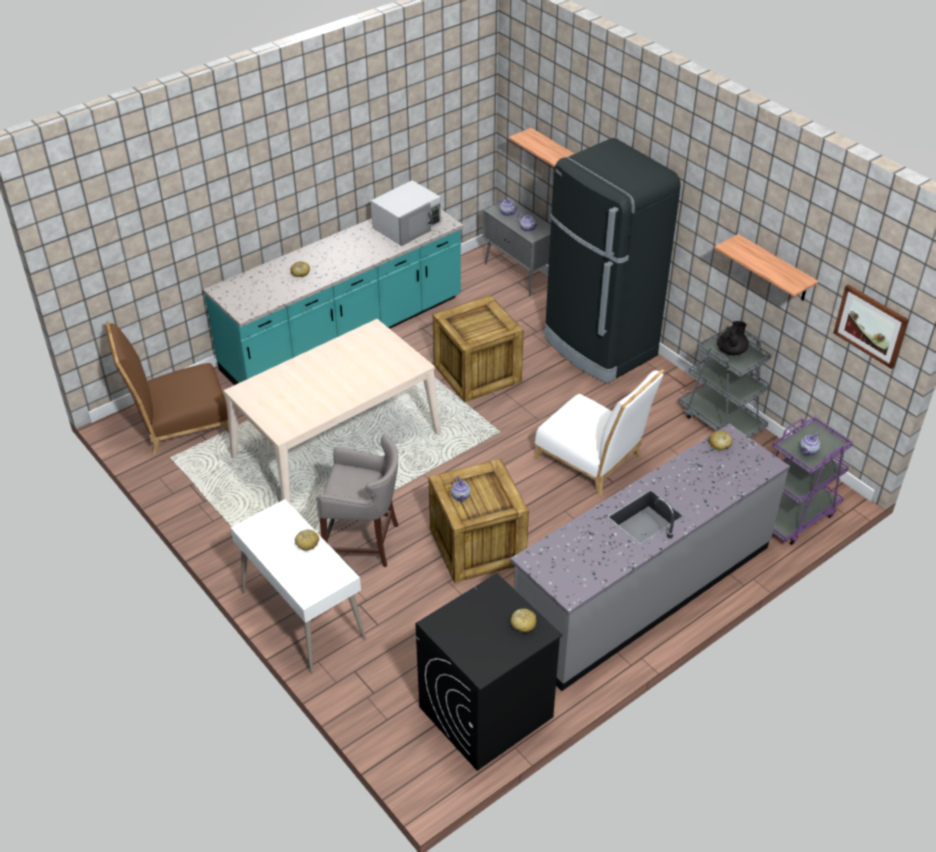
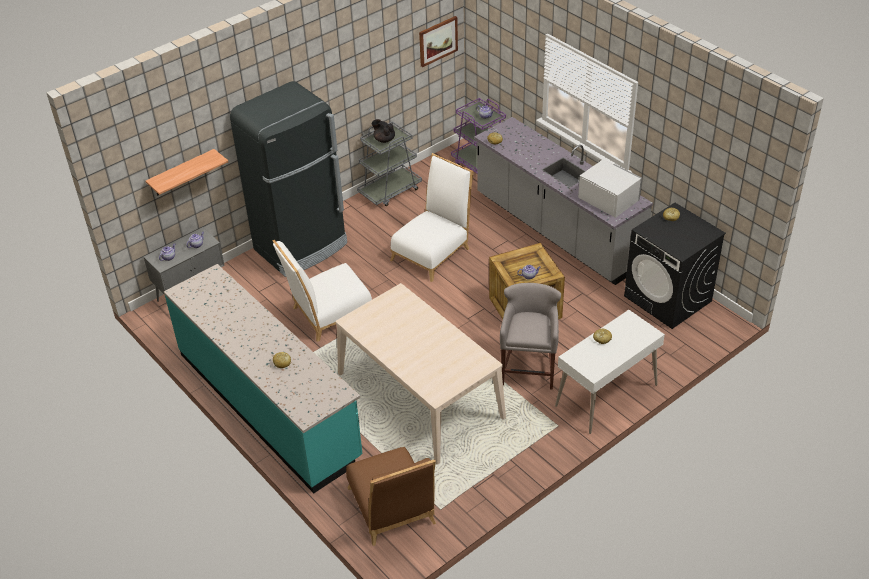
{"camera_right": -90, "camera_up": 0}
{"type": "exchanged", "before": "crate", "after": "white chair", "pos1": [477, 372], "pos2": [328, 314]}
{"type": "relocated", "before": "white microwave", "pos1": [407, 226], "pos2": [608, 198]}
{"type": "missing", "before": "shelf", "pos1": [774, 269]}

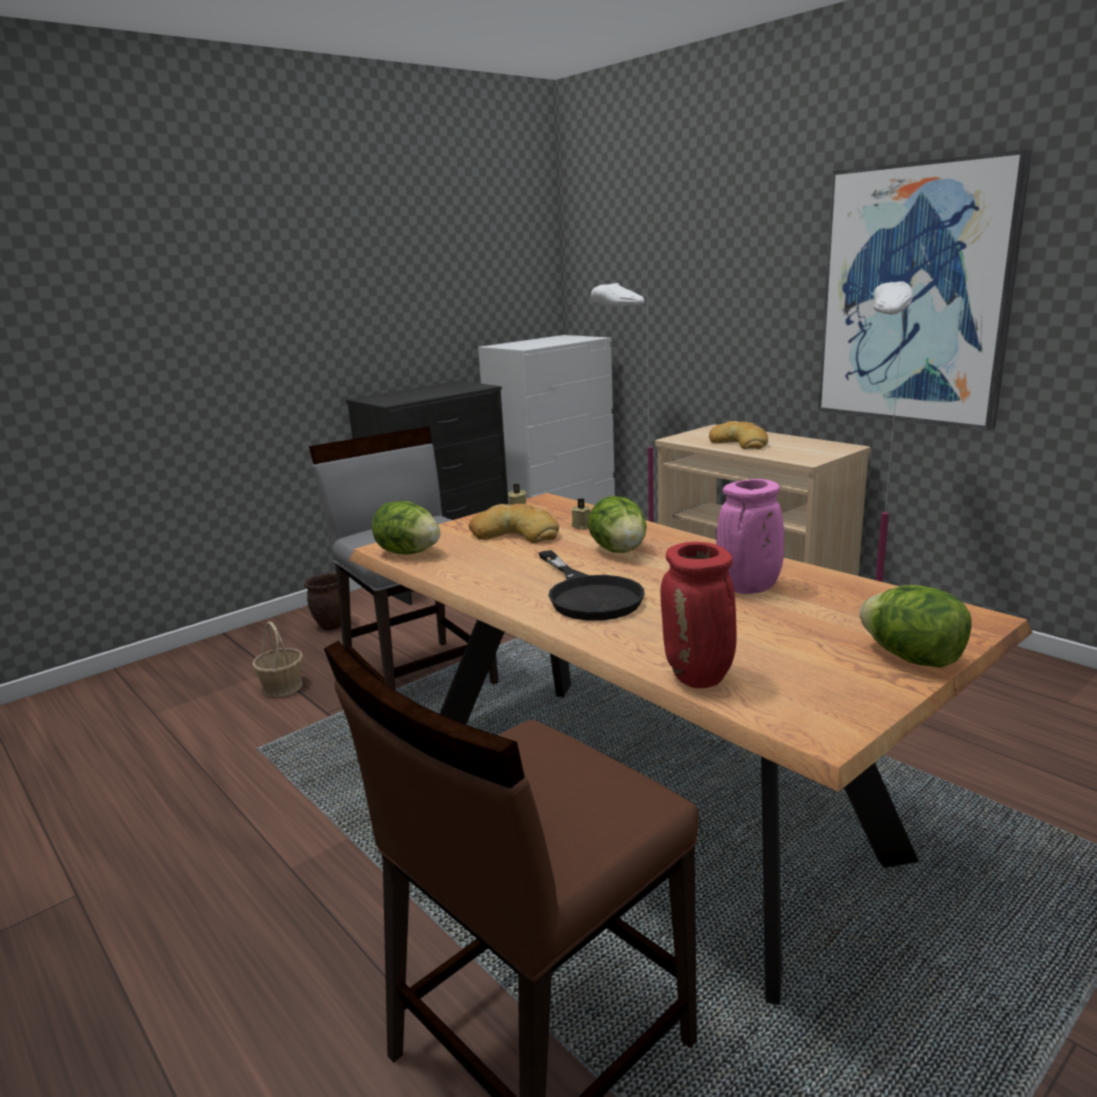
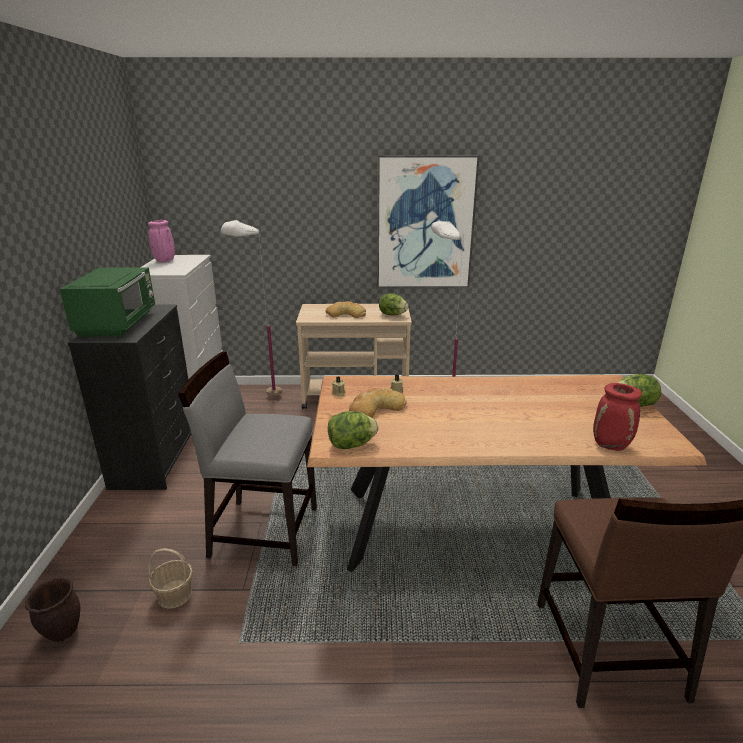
{"camera_right": -50, "camera_up": 5}
{"type": "relocated", "before": "brown planter", "pos1": [332, 625], "pos2": [62, 631]}
{"type": "appeared", "after": "green microwave", "pos2": [118, 324]}
{"type": "relocated", "before": "pink vase", "pos1": [748, 589], "pos2": [164, 261]}
{"type": "relocated", "before": "lettuce", "pos1": [619, 551], "pos2": [392, 315]}
{"type": "missing", "before": "black frying pan", "pos1": [589, 595]}

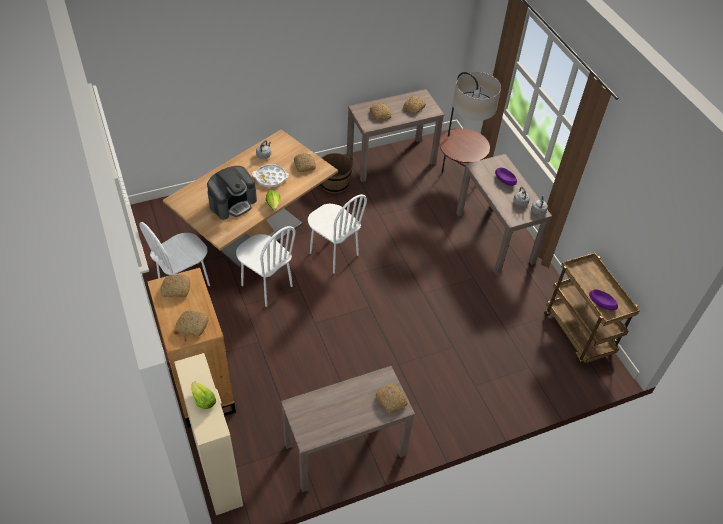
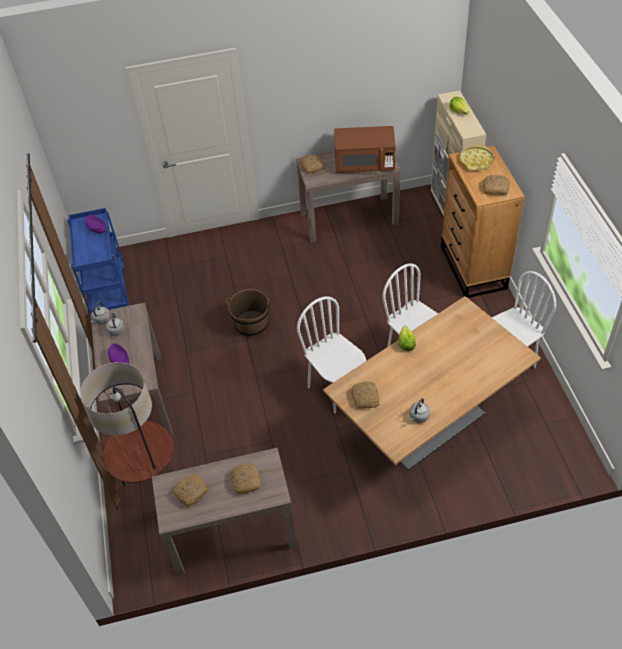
{"camera_right": -165, "camera_up": 0}
{"type": "colour", "before": "brown cart", "after": "blue cart", "pos1": [579, 334], "pos2": [108, 291]}
{"type": "relocated", "before": "brown bucket", "pos1": [334, 183], "pos2": [251, 324]}
{"type": "appeared", "after": "brown microwave", "pos2": [364, 164]}
{"type": "exchanged", "before": "bread", "after": "yellow tray", "pos1": [192, 326], "pos2": [476, 161]}
{"type": "missing", "before": "coffee machine", "pos1": [233, 203]}
{"type": "missing", "before": "white tray", "pos1": [270, 178]}

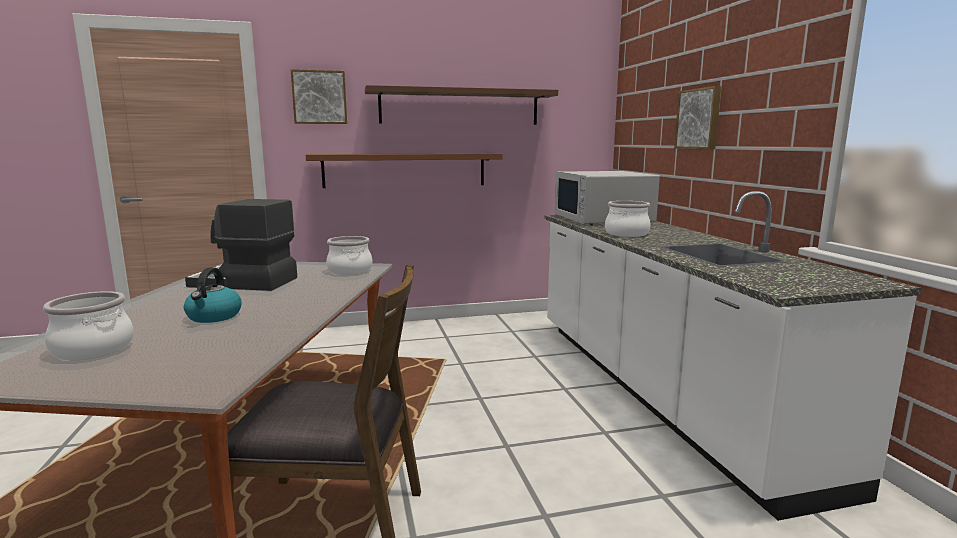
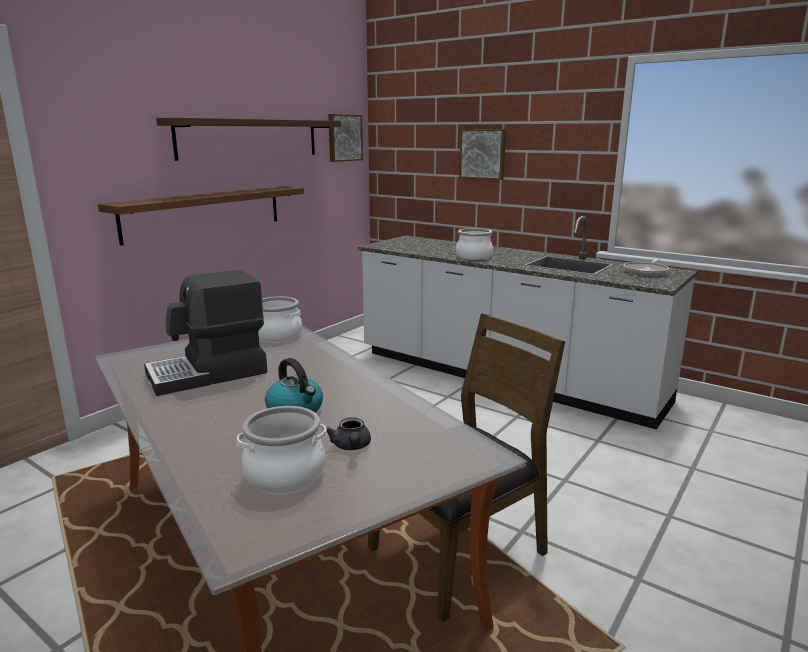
{"camera_right": -40, "camera_up": 5}
{"type": "appeared", "after": "grey teapot", "pos2": [351, 447]}
{"type": "relocated", "before": "picture", "pos1": [319, 97], "pos2": [344, 138]}
{"type": "appeared", "after": "frying pan", "pos2": [646, 272]}
{"type": "missing", "before": "white microwave", "pos1": [602, 219]}

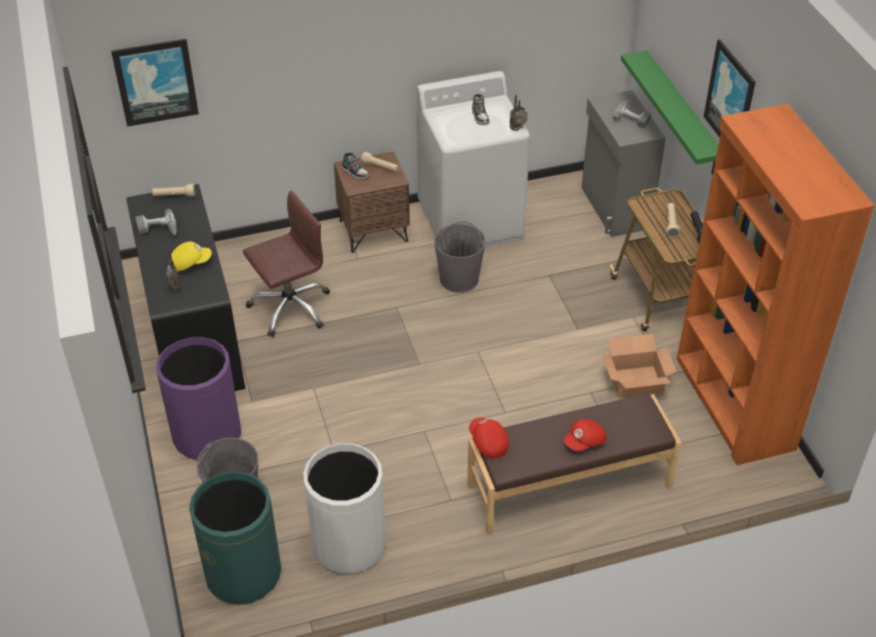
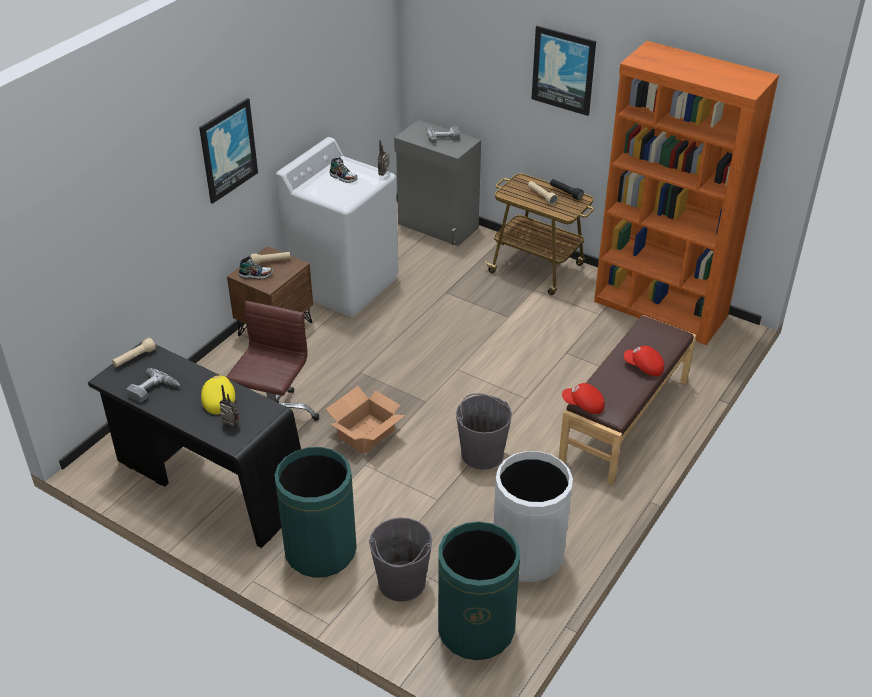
{"camera_right": -40, "camera_up": -5}
{"type": "relocated", "before": "picture", "pos1": [155, 81], "pos2": [228, 150]}
{"type": "spun", "before": "yellow cap", "pos1": [190, 263], "pos2": [218, 400], "turn": -45}
{"type": "colour", "before": "purple trash can", "after": "green trash can", "pos1": [207, 435], "pos2": [320, 551]}
{"type": "relocated", "before": "cardboard box", "pos1": [635, 381], "pos2": [365, 434]}
{"type": "relocated", "before": "grey bucket", "pos1": [459, 278], "pos2": [482, 453]}
{"type": "spun", "before": "red cap", "pos1": [585, 442], "pos2": [643, 367], "turn": 105}
{"type": "missing", "before": "green shelf", "pos1": [682, 113]}

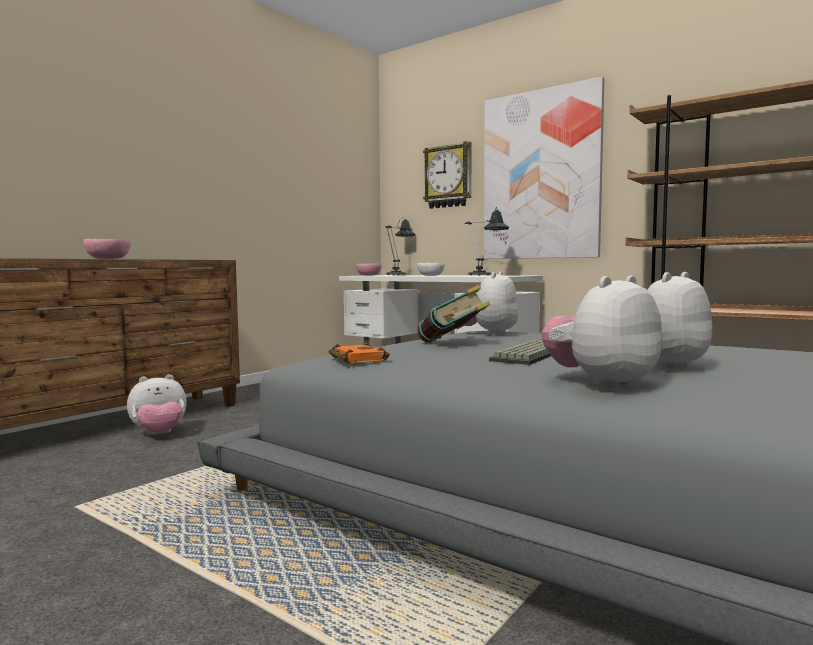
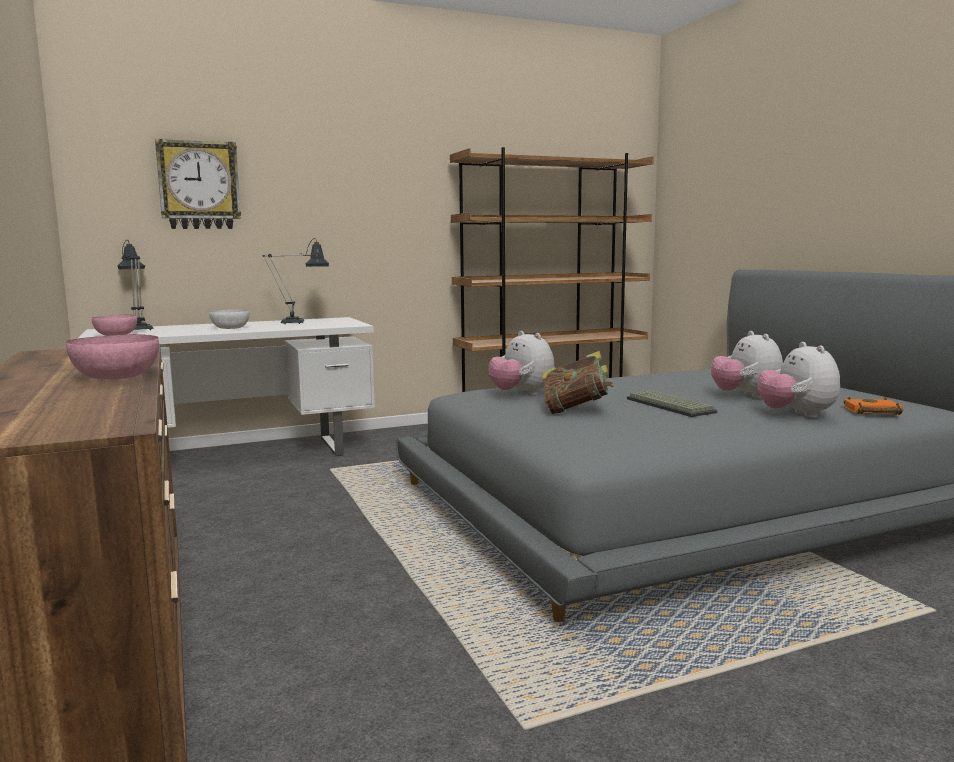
{"camera_right": -60, "camera_up": 5}
{"type": "relocated", "before": "orange book", "pos1": [355, 359], "pos2": [871, 411]}
{"type": "missing", "before": "plush toy", "pos1": [159, 435]}
{"type": "missing", "before": "picture", "pos1": [540, 175]}

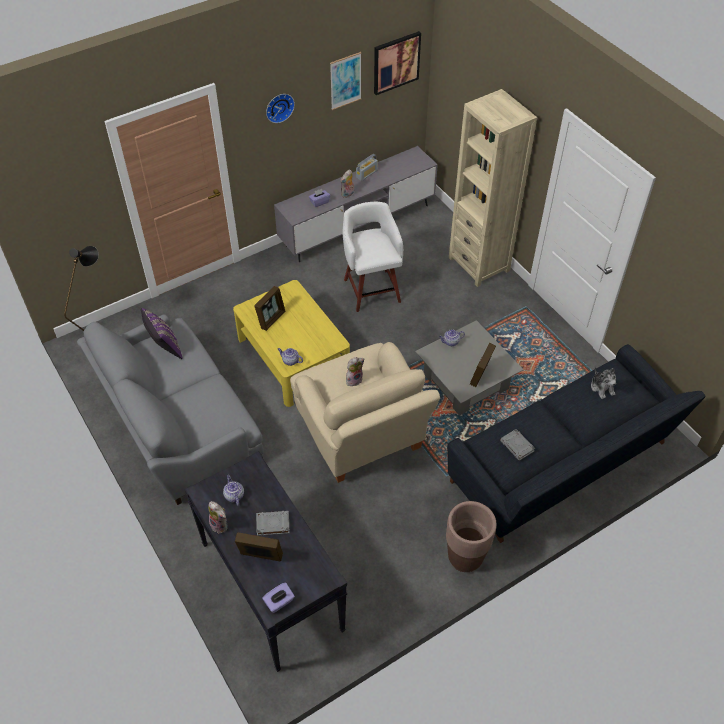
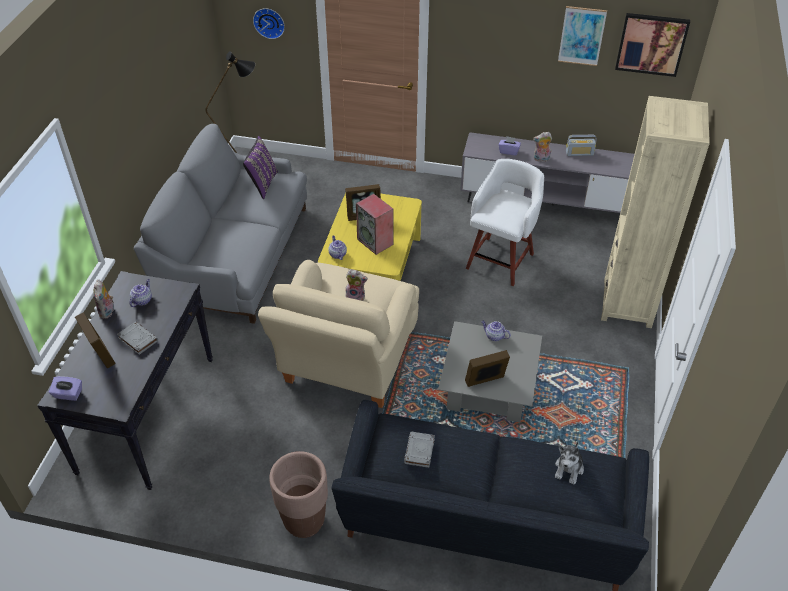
{"camera_right": 45, "camera_up": -5}
{"type": "relocated", "before": "wall clock", "pos1": [279, 107], "pos2": [269, 22]}
{"type": "appeared", "after": "speaker", "pos2": [375, 242]}

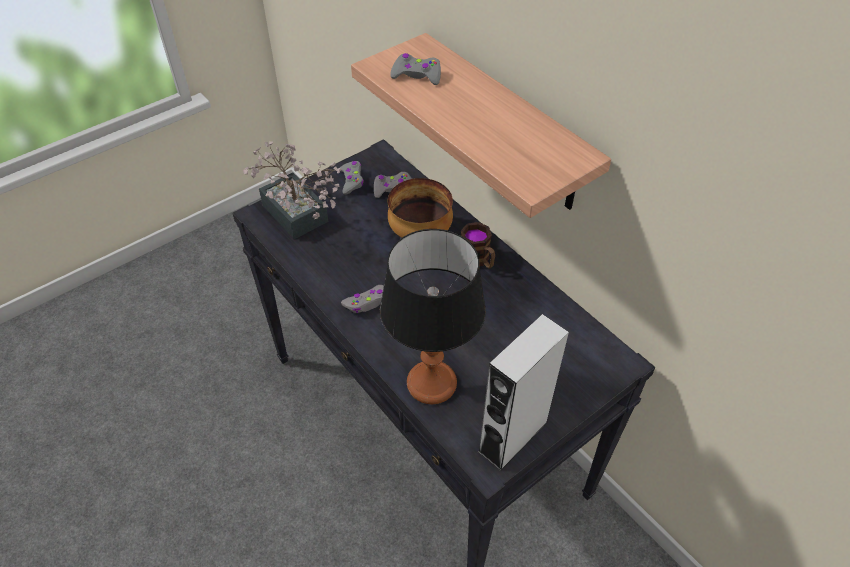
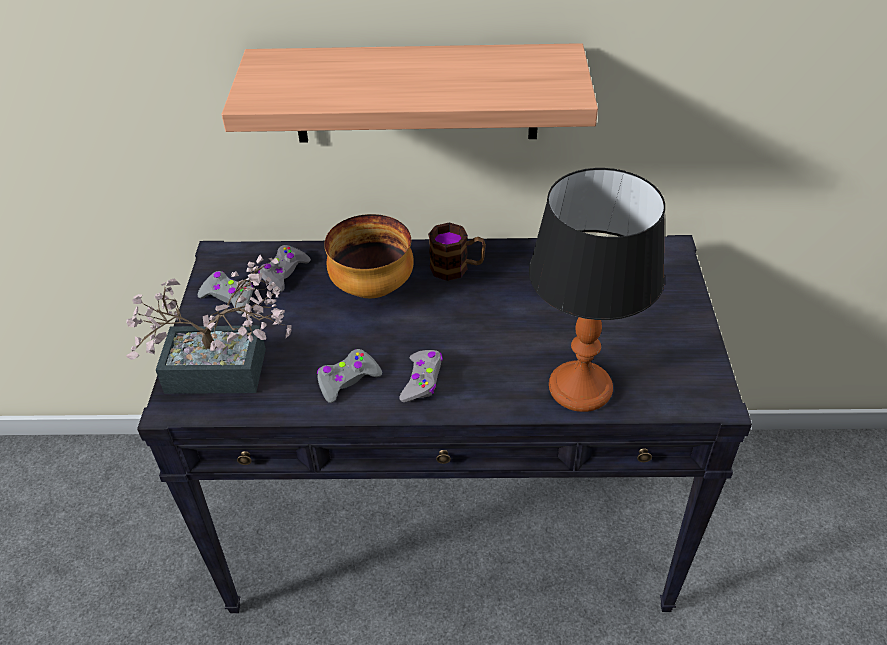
{"camera_right": -50, "camera_up": -5}
{"type": "relocated", "before": "grey game controller", "pos1": [417, 75], "pos2": [347, 380]}
{"type": "missing", "before": "grey speaker", "pos1": [513, 436]}

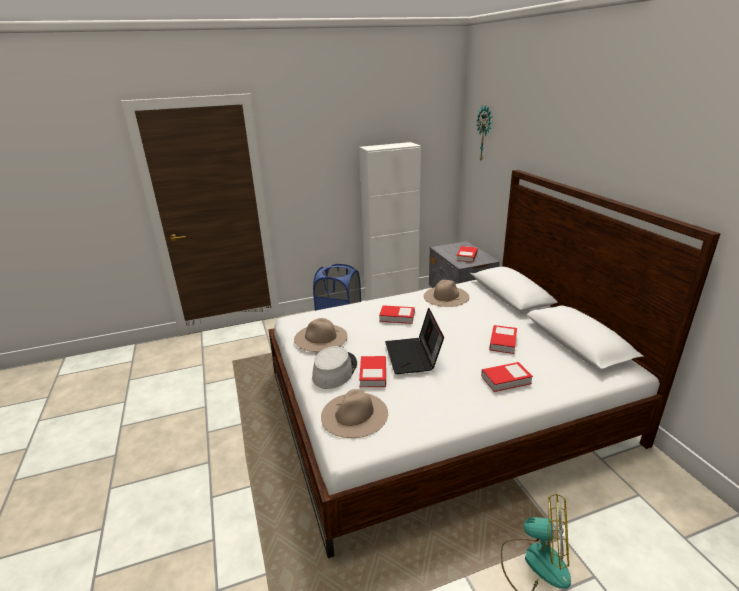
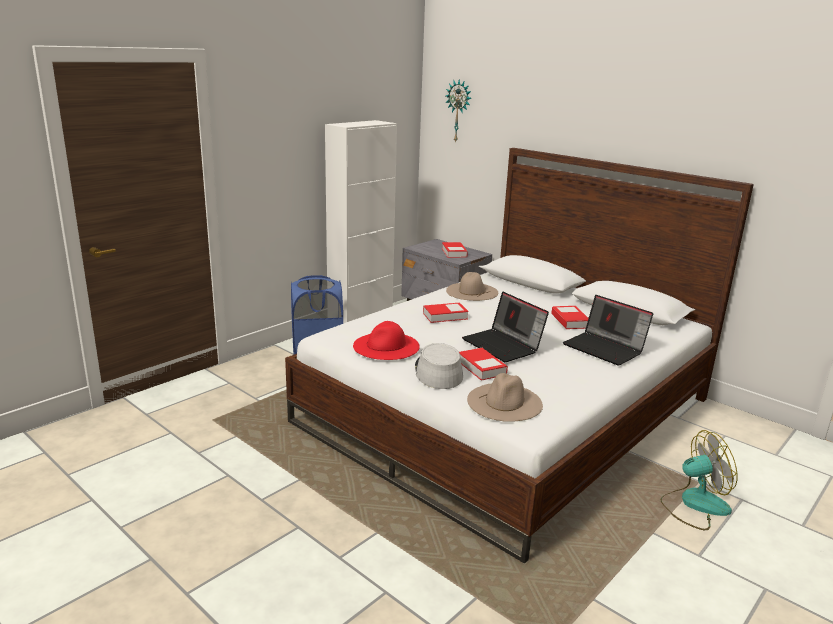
{"camera_right": -30, "camera_up": -5}
{"type": "colour", "before": "beige hat", "after": "red hat", "pos1": [320, 337], "pos2": [386, 346]}
{"type": "exchanged", "before": "book", "after": "laptop", "pos1": [506, 380], "pos2": [605, 348]}

